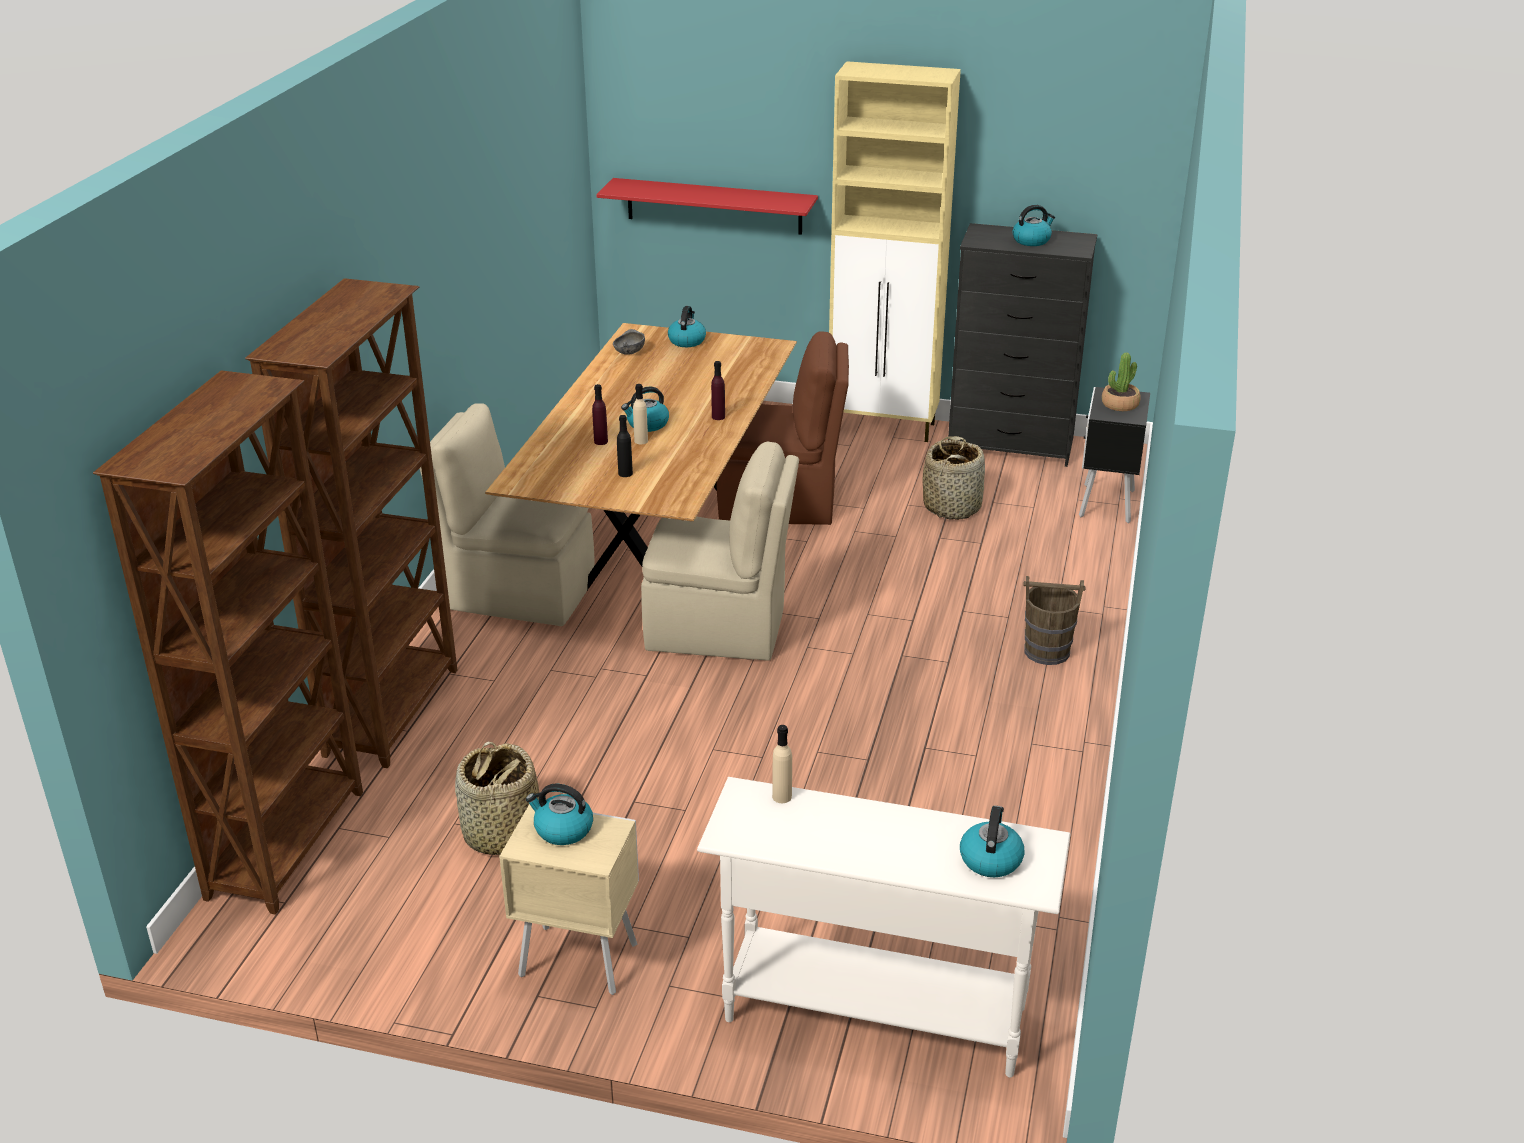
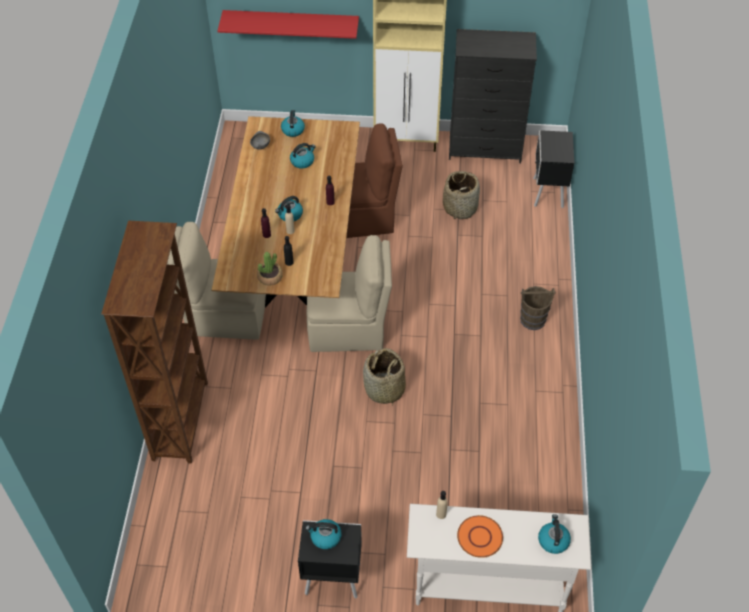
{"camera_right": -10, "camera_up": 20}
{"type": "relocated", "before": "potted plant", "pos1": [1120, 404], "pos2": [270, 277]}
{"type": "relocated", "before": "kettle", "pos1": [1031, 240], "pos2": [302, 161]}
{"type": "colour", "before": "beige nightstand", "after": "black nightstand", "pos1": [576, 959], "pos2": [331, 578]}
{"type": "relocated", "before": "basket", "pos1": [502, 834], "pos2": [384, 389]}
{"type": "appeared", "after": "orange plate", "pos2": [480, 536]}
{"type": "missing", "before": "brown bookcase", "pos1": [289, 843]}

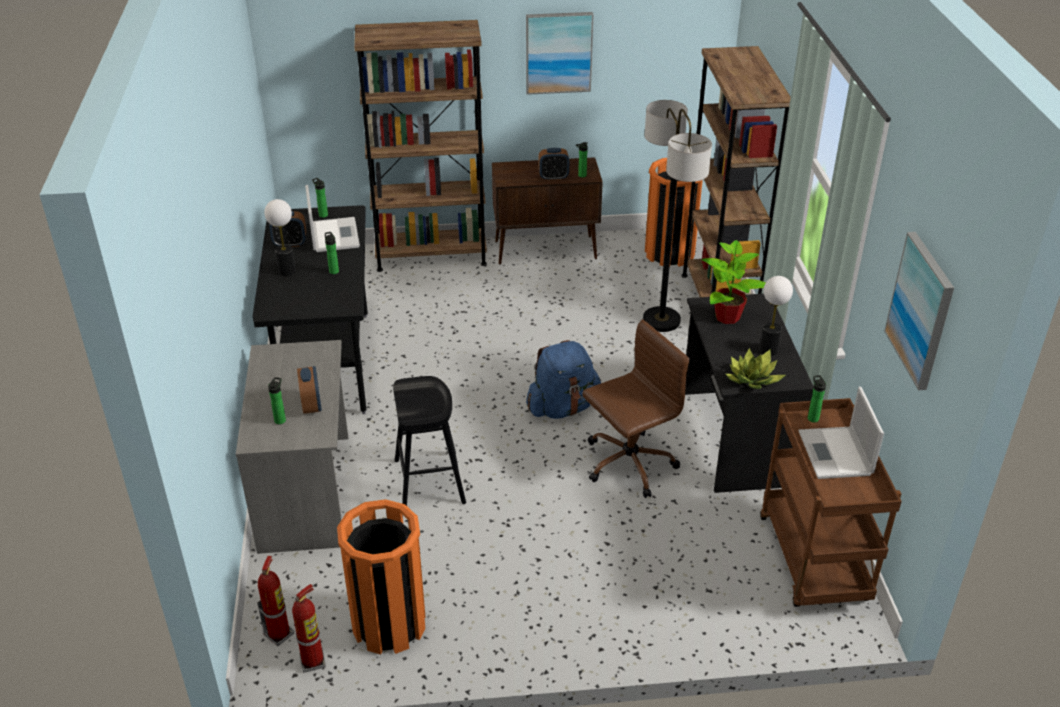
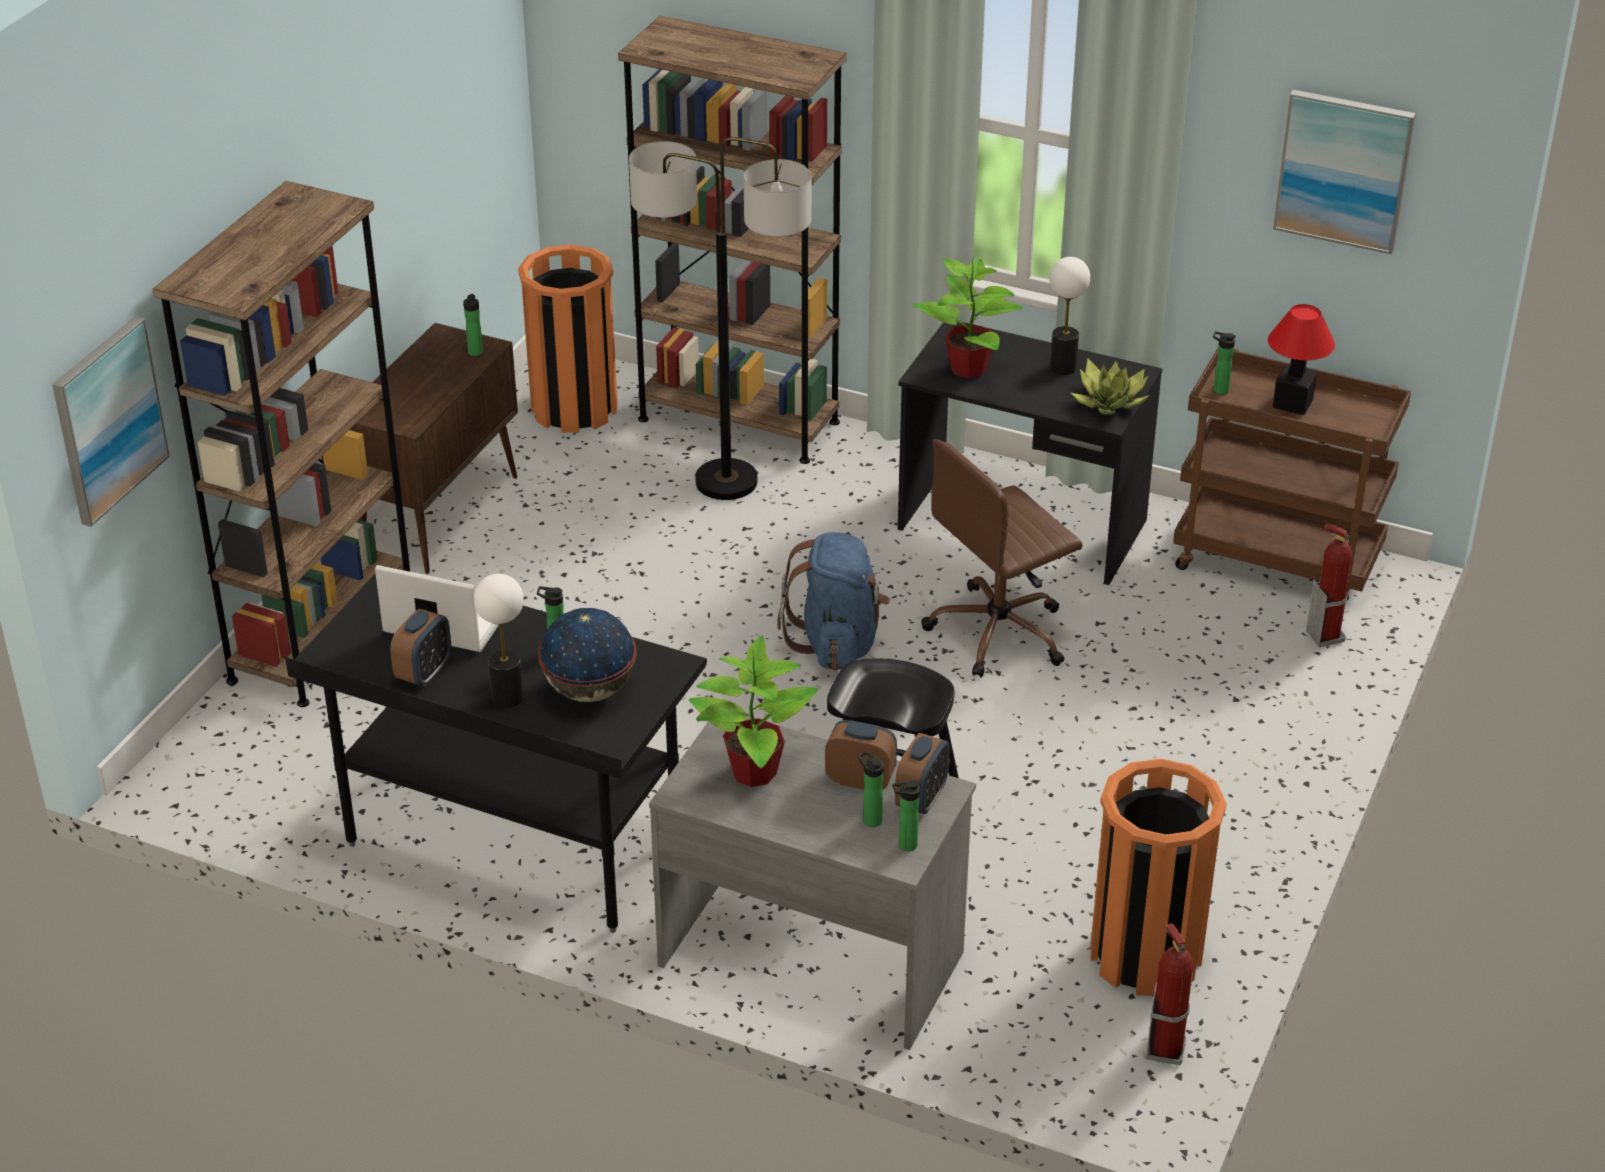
{"camera_right": -60, "camera_up": 0}
{"type": "relocated", "before": "picture", "pos1": [558, 52], "pos2": [108, 420]}
{"type": "appeared", "after": "globe", "pos2": [589, 690]}
{"type": "appeared", "after": "potted plant", "pos2": [753, 772]}
{"type": "relocated", "before": "bottle", "pos1": [322, 214], "pos2": [904, 845]}
{"type": "relocated", "before": "alarm clock", "pos1": [553, 177], "pos2": [921, 799]}
{"type": "spun", "before": "brown office chair", "pos1": [627, 464], "pos2": [1000, 632], "turn": -120}
{"type": "exchanged", "before": "laptop", "after": "table lamp", "pos1": [836, 454], "pos2": [1293, 402]}
{"type": "relocated", "before": "fire extinguisher", "pos1": [279, 634], "pos2": [1325, 636]}

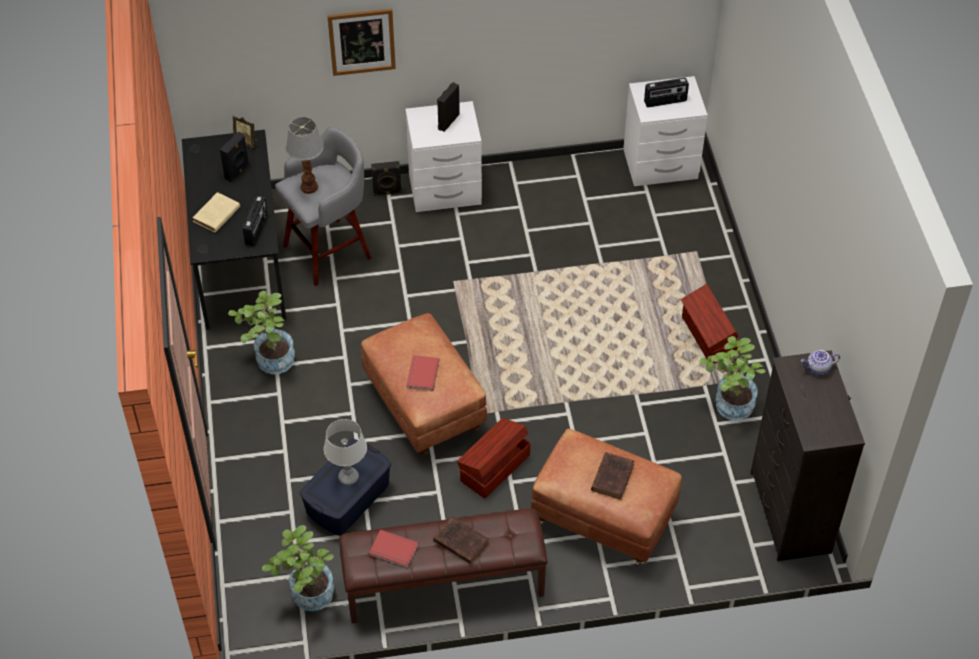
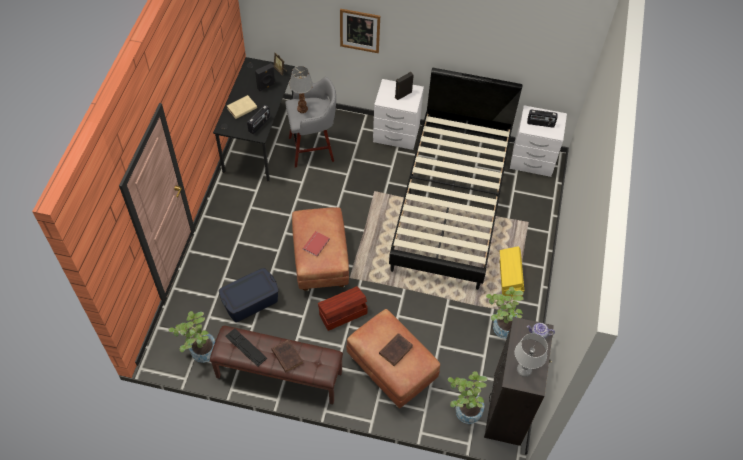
{"camera_right": 20, "camera_up": 5}
{"type": "exchanged", "before": "red book", "after": "keyboard", "pos1": [393, 551], "pos2": [246, 347]}
{"type": "appeared", "after": "black bed", "pos2": [451, 203]}
{"type": "relocated", "before": "potted plant", "pos1": [269, 360], "pos2": [464, 410]}
{"type": "colour", "before": "brown storage box", "after": "yellow storage box", "pos1": [708, 337], "pos2": [509, 278]}
{"type": "relocated", "before": "grey table lamp", "pos1": [349, 477], "pos2": [524, 370]}
{"type": "missing", "before": "black speaker", "pos1": [387, 193]}

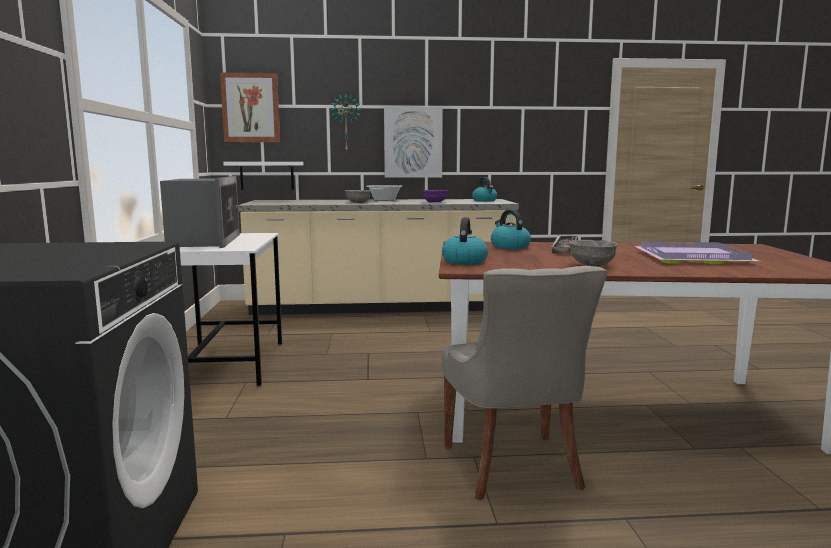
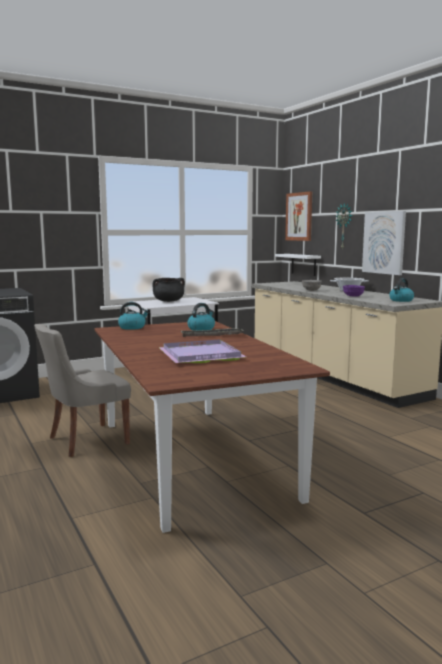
{"camera_right": 65, "camera_up": 0}
{"type": "exchanged", "before": "microwave", "after": "black cooking pot", "pos1": [205, 241], "pos2": [168, 301]}
{"type": "missing", "before": "grey bowl", "pos1": [591, 264]}

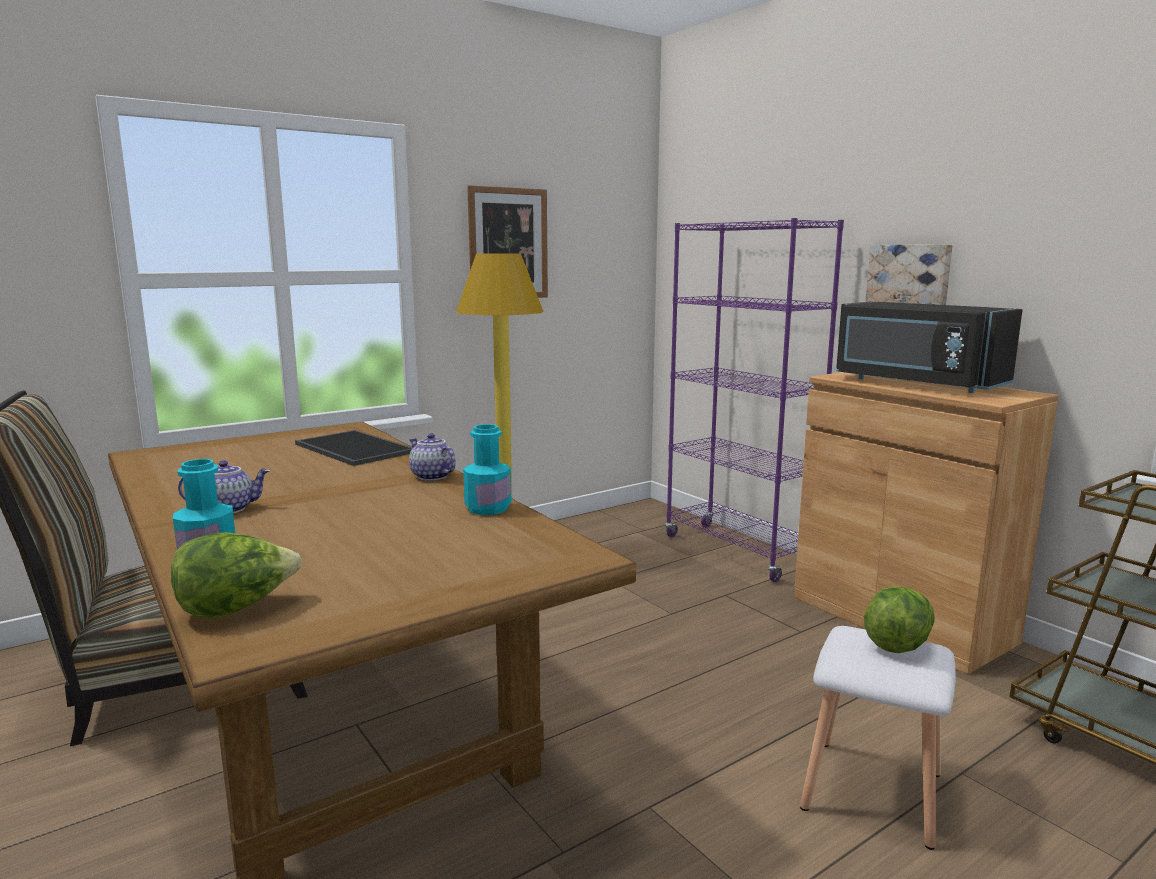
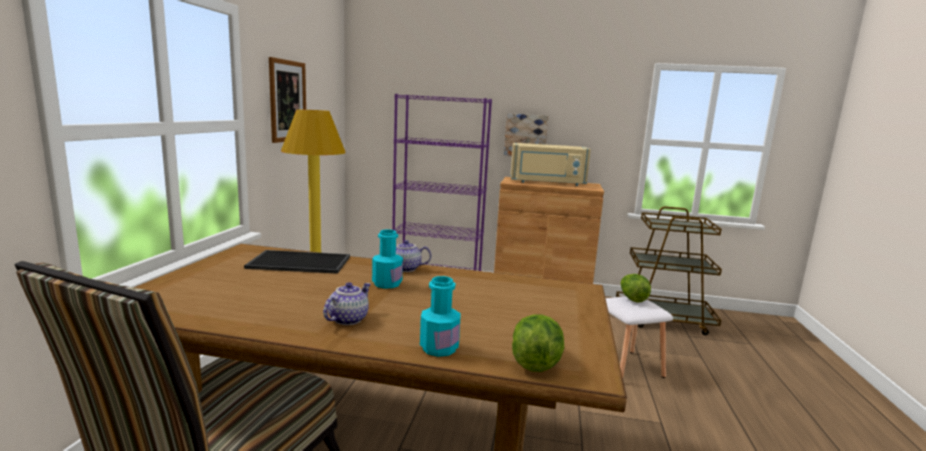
{"camera_right": -45, "camera_up": 0}
{"type": "relocated", "before": "turquoise bottle", "pos1": [488, 508], "pos2": [387, 283]}
{"type": "colour", "before": "black microwave", "after": "beige microwave", "pos1": [916, 383], "pos2": [547, 183]}

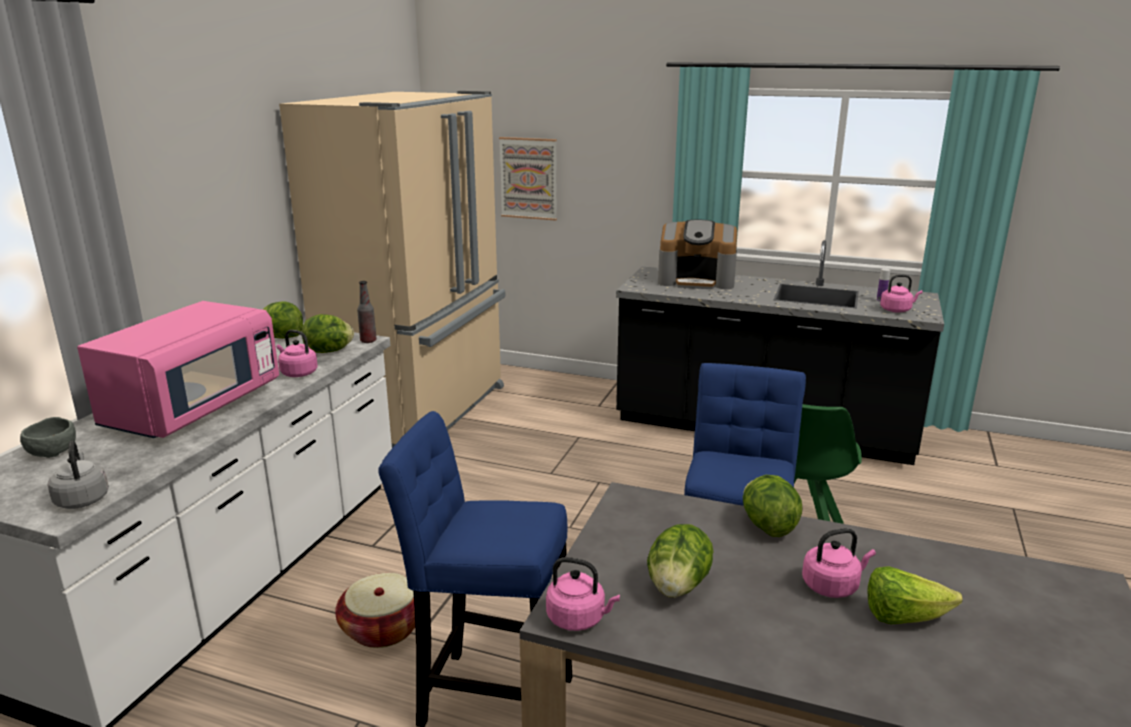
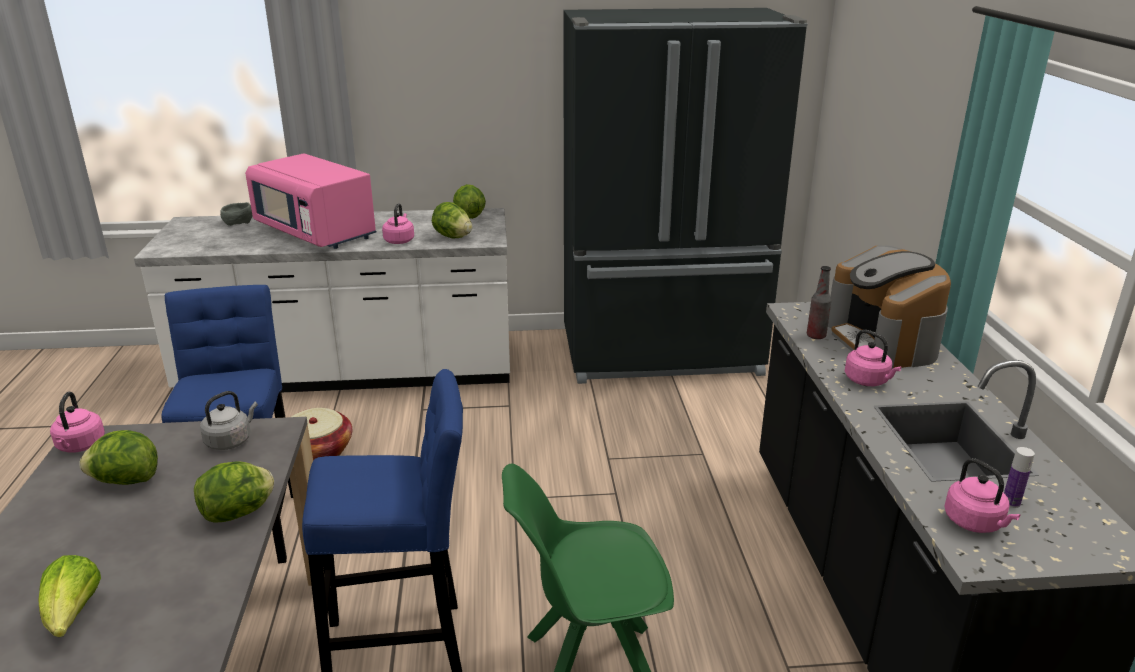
{"camera_right": 65, "camera_up": 5}
{"type": "relocated", "before": "grey kettle", "pos1": [82, 499], "pos2": [231, 441]}
{"type": "spun", "before": "pink microwave", "pos1": [193, 408], "pos2": [316, 233], "turn": 45}
{"type": "colour", "before": "beige fridge", "after": "black fridge", "pos1": [422, 411], "pos2": [662, 354]}
{"type": "relocated", "before": "bottle", "pos1": [368, 341], "pos2": [816, 336]}
{"type": "relocated", "before": "pink kettle", "pos1": [832, 586], "pos2": [868, 381]}
{"type": "missing", "before": "picture", "pos1": [529, 178]}

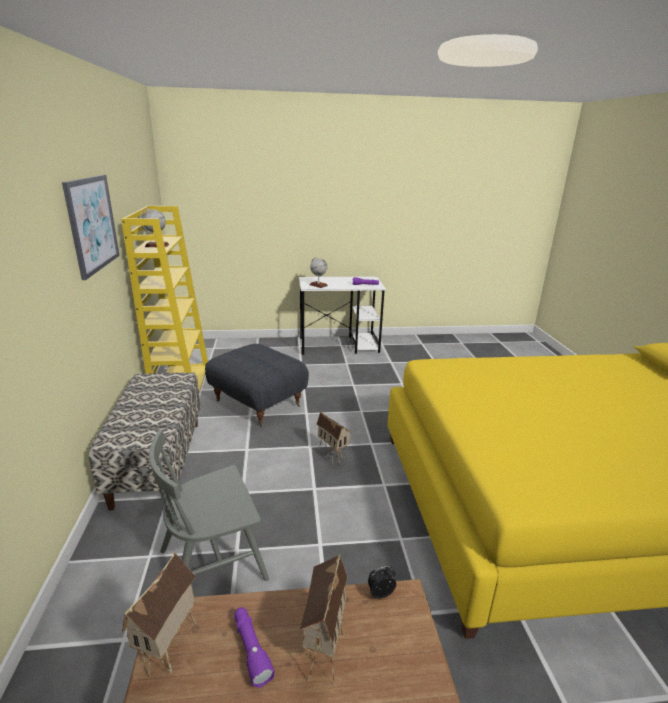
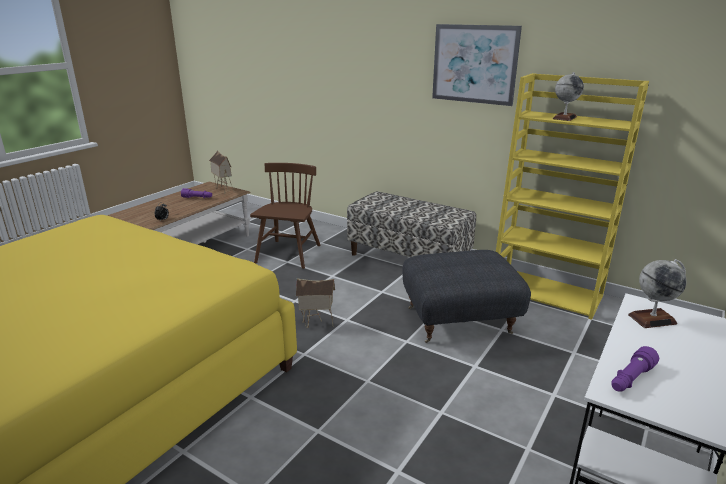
{"camera_right": 130, "camera_up": 0}
{"type": "colour", "before": "grey chair", "after": "brown chair", "pos1": [213, 564], "pos2": [288, 254]}
{"type": "missing", "before": "toy house", "pos1": [322, 650]}

